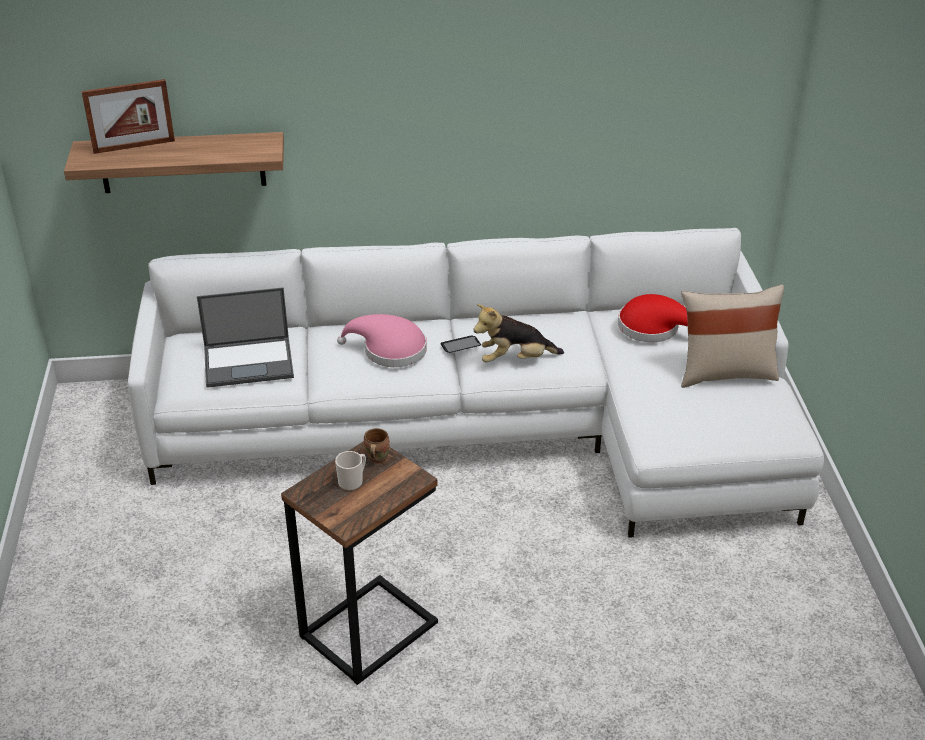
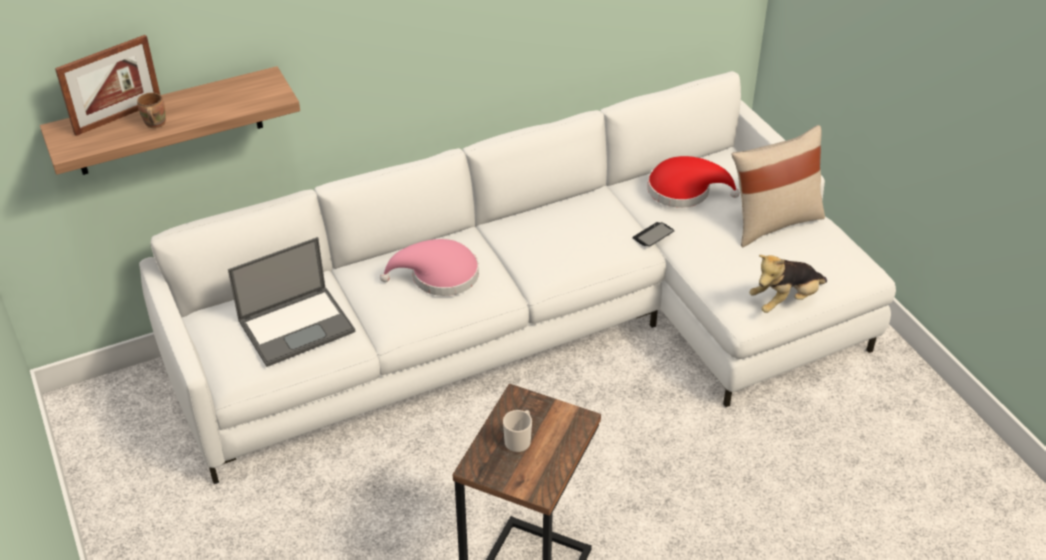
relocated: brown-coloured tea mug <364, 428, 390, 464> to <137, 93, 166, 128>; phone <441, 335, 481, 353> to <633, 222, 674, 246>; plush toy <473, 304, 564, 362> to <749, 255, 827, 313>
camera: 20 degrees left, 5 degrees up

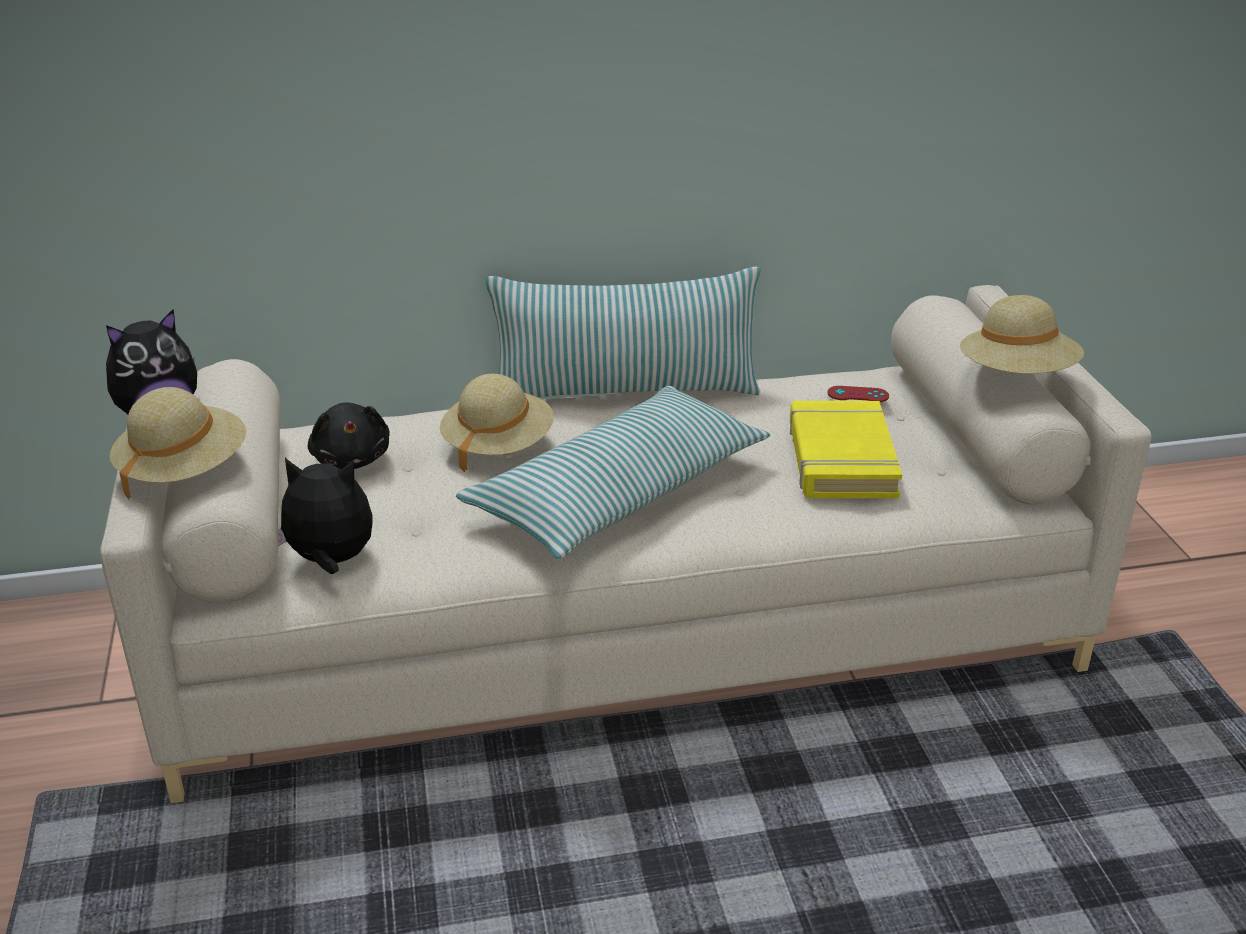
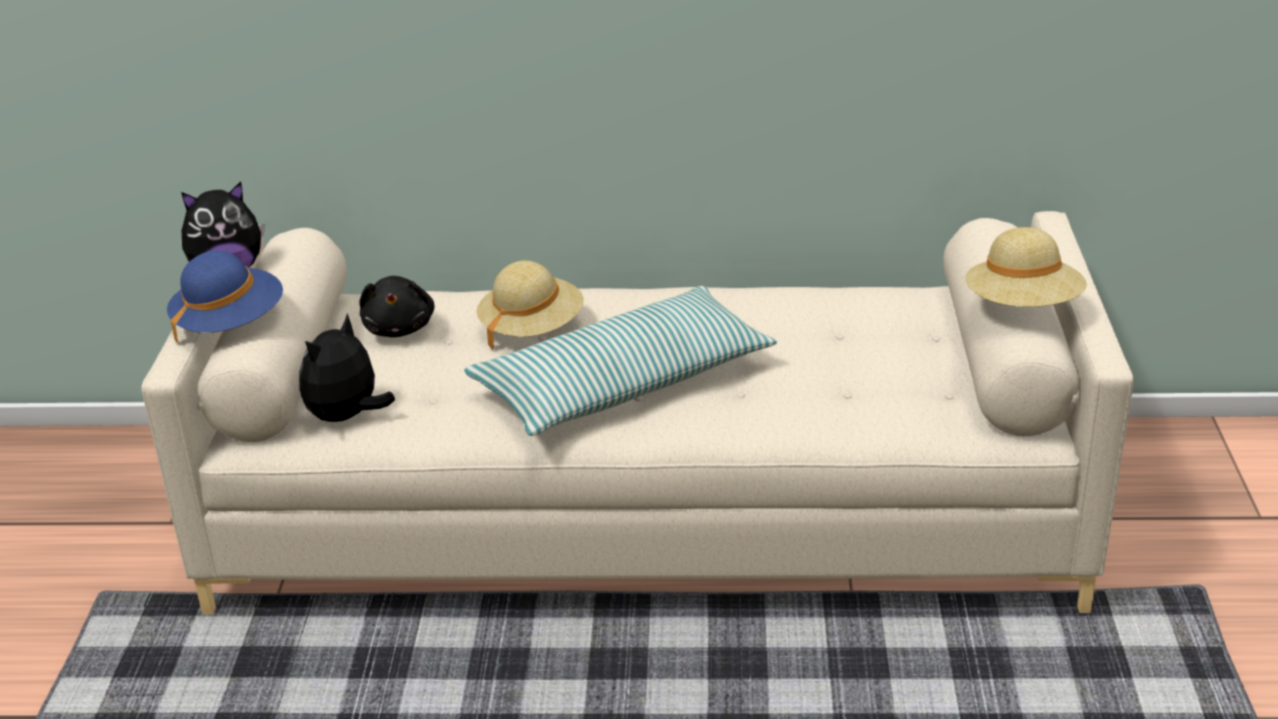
missing: cushion <486, 267, 761, 397>; yellow-coloured bound book <790, 401, 902, 498>; red-coloured gamepad <827, 386, 889, 402>
colour: beige wearable hat <110, 387, 246, 499> to blue wearable hat <167, 250, 283, 345>
spun: plush toy <278, 458, 372, 574> = <299, 313, 395, 423> 75 degrees counterclockwise
camera: 15 degrees right, 0 degrees up

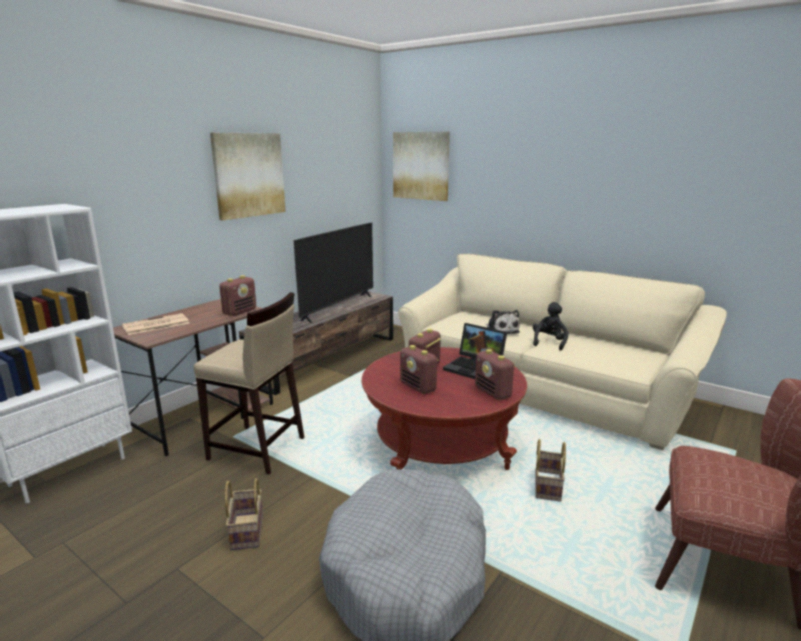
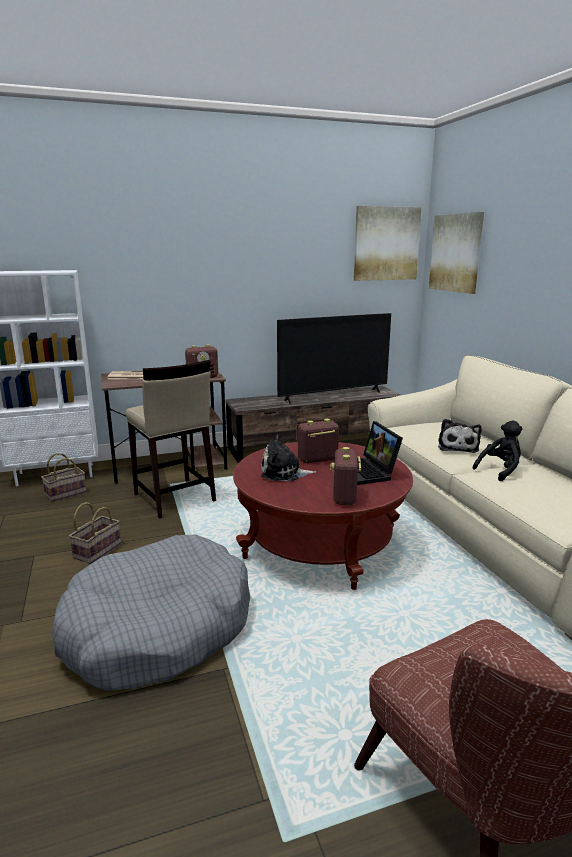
relocated: picture <210, 133, 285, 220> to <354, 206, 422, 281>; basket <535, 439, 566, 502> to <41, 453, 87, 502>
exchanged: radio <400, 345, 438, 394> to plush toy <261, 434, 316, 481>
camera: 35 degrees right, 0 degrees up

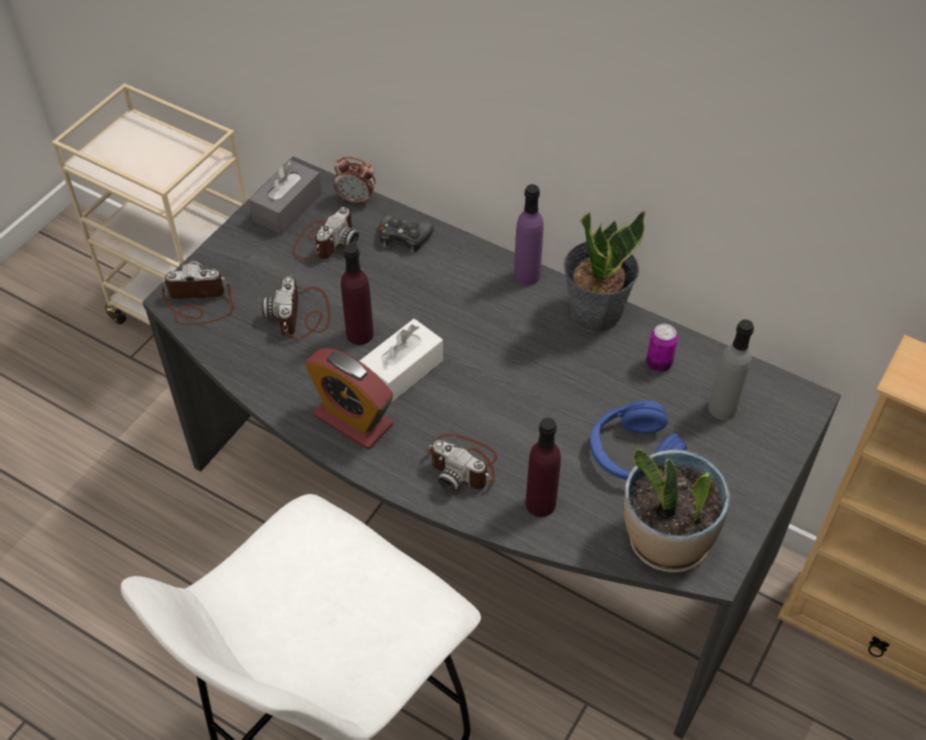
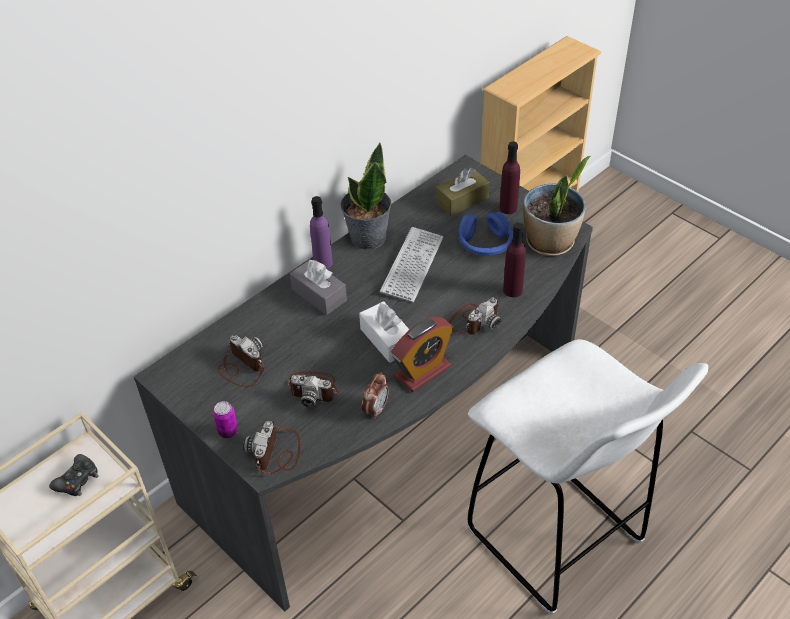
appeared: computer keyboard <380, 227, 443, 302>
relocated: gray box of tissues <249, 160, 322, 235> to <290, 259, 347, 315>; alarm clock <334, 157, 376, 205> to <362, 372, 389, 419>; purple-coloured drink bottle <341, 244, 374, 345> to <499, 141, 520, 214>; blackish gamepad <379, 214, 434, 253> to <49, 454, 99, 496>; sealed can <646, 324, 678, 372> to <213, 401, 238, 438>
exchanged: gray drink bottle <708, 319, 754, 420> to brown-coloured box of tissues <436, 168, 490, 216>
camera: 75 degrees left, 5 degrees down

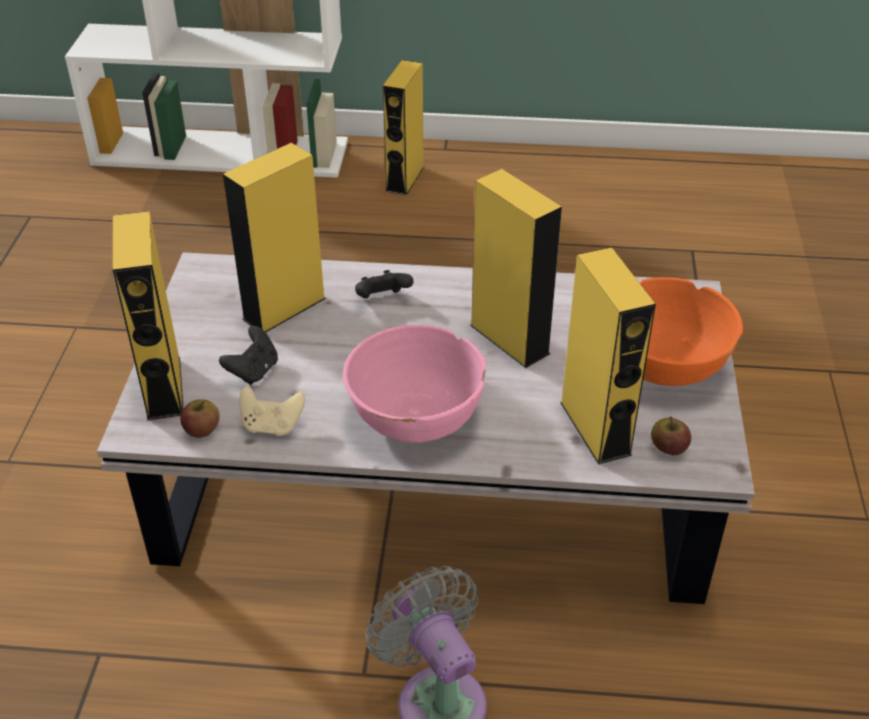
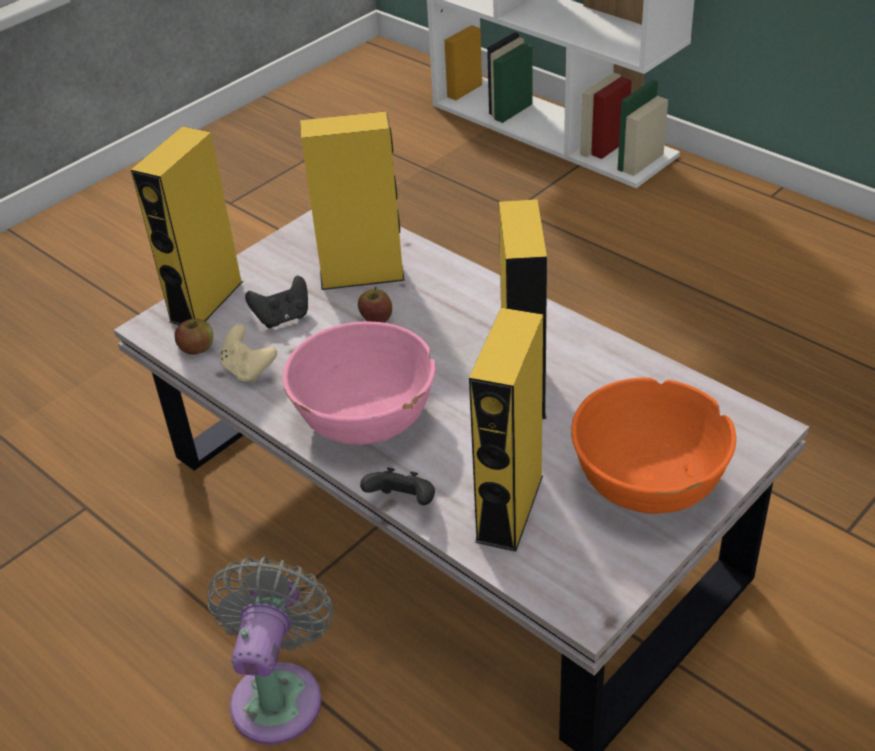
missing: yellow-coloured audio speaker <383, 60, 424, 195>
relocated: blackish gamepad <355, 270, 414, 299> to <360, 467, 435, 505>; apple <651, 417, 691, 455> to <358, 287, 392, 323>
camera: 40 degrees right, 0 degrees up

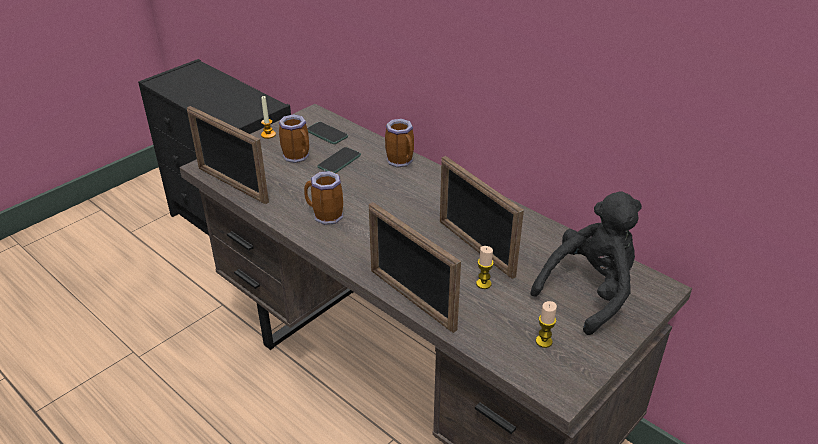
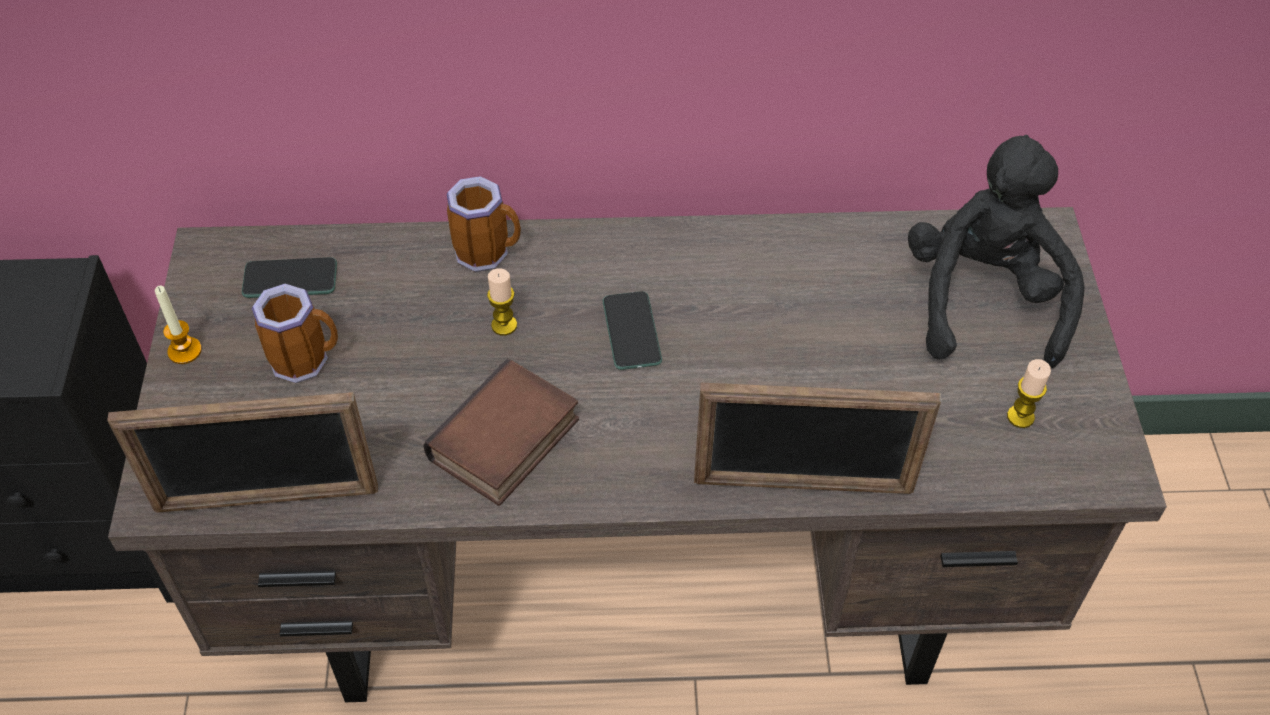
missing: picture frame <440, 156, 524, 279>
relocated: phone <317, 147, 361, 173> to <603, 291, 662, 370>; wax candle <476, 246, 494, 289> to <487, 268, 517, 336>
exchanged: tea mug <304, 171, 343, 225> to bound book <424, 358, 579, 506>
camera: 45 degrees left, 15 degrees up

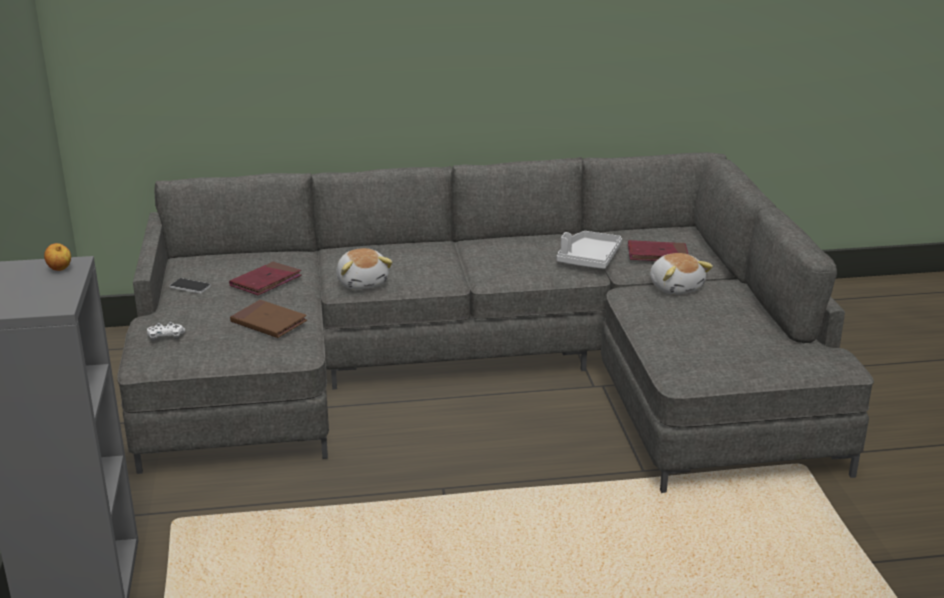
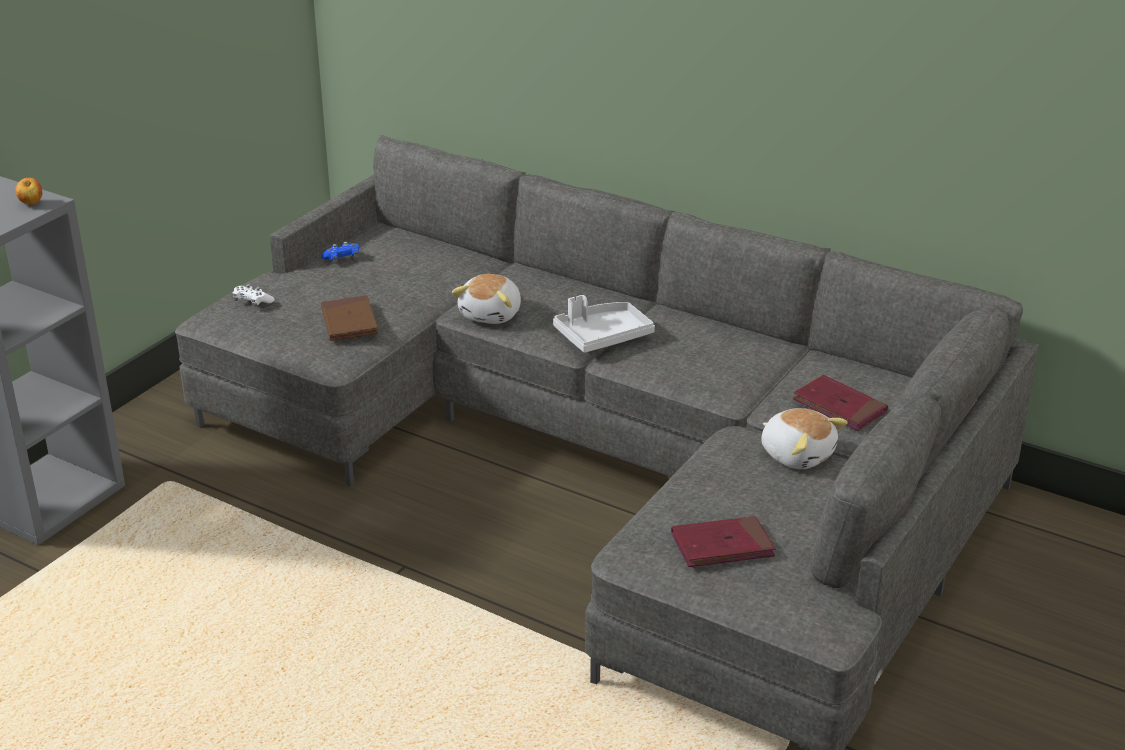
relocated: red-coloured bound book <229, 262, 302, 295> to <671, 516, 775, 567>; gray carrying tray <557, 231, 622, 269> to <553, 295, 655, 353>
exchanged: phone <170, 278, 211, 293> to blue gamepad <321, 242, 359, 263>
spun: plush toy <650, 253, 713, 295> = <761, 408, 848, 469> 60 degrees counterclockwise
camera: 40 degrees right, 5 degrees up

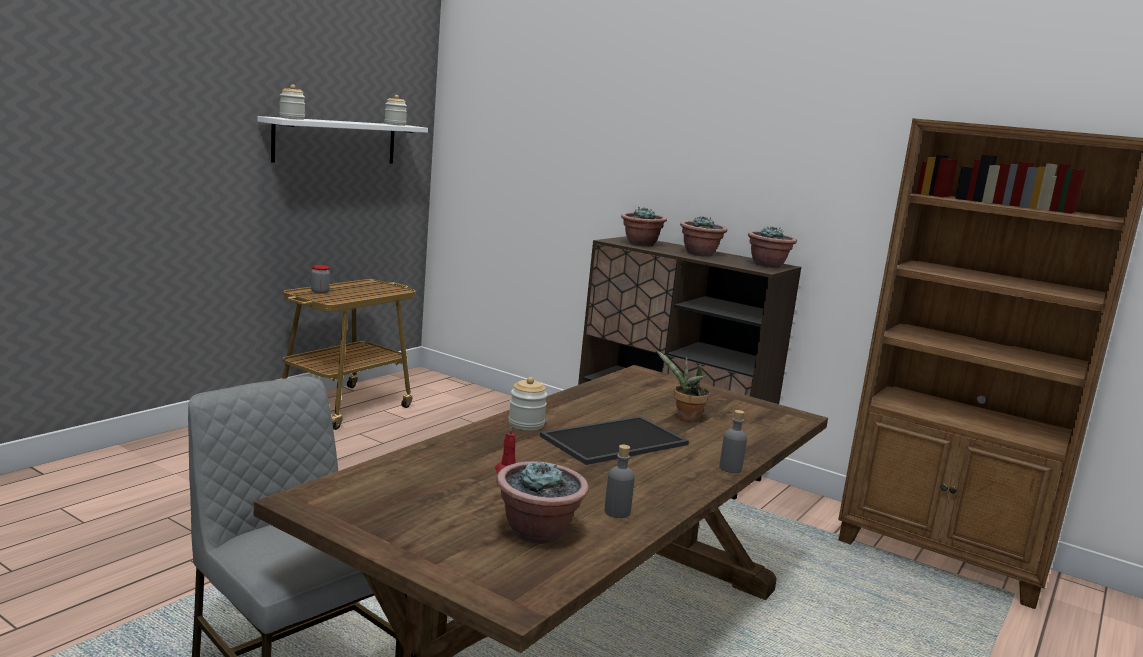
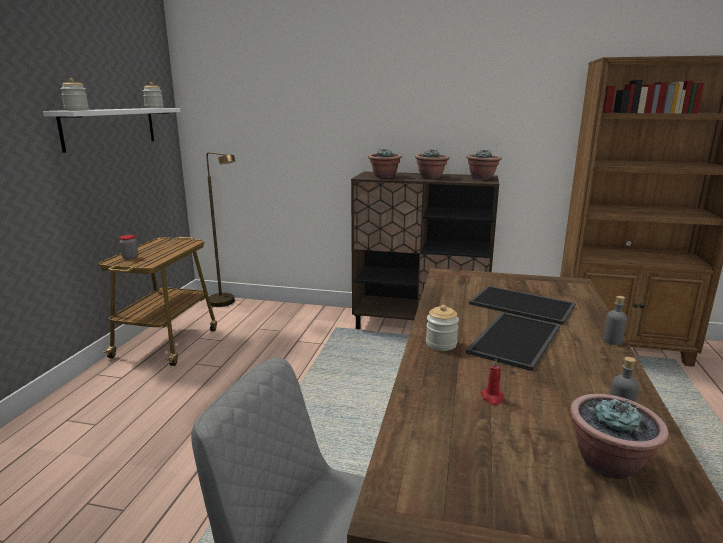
appeared: brown-coloured standing lamp <206, 152, 235, 307>
exchanged: plant in a pot <656, 350, 710, 422> to carrying tray <469, 286, 576, 325>
camera: 20 degrees left, 5 degrees up

